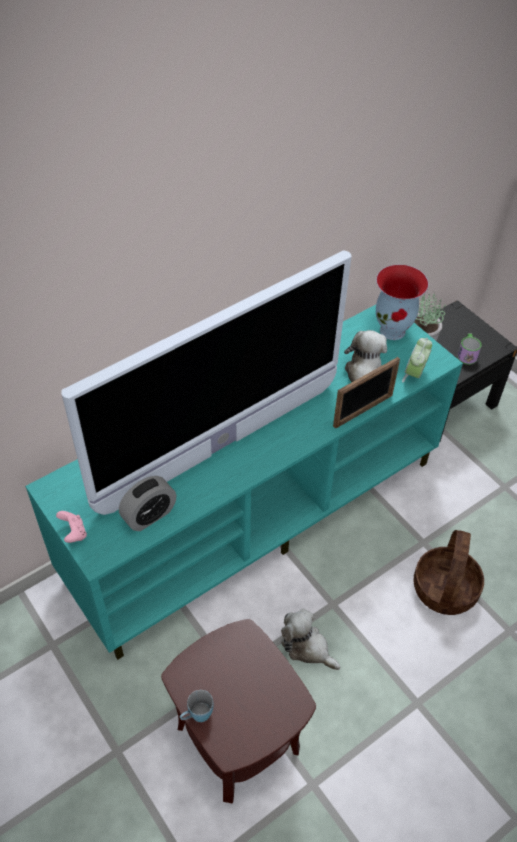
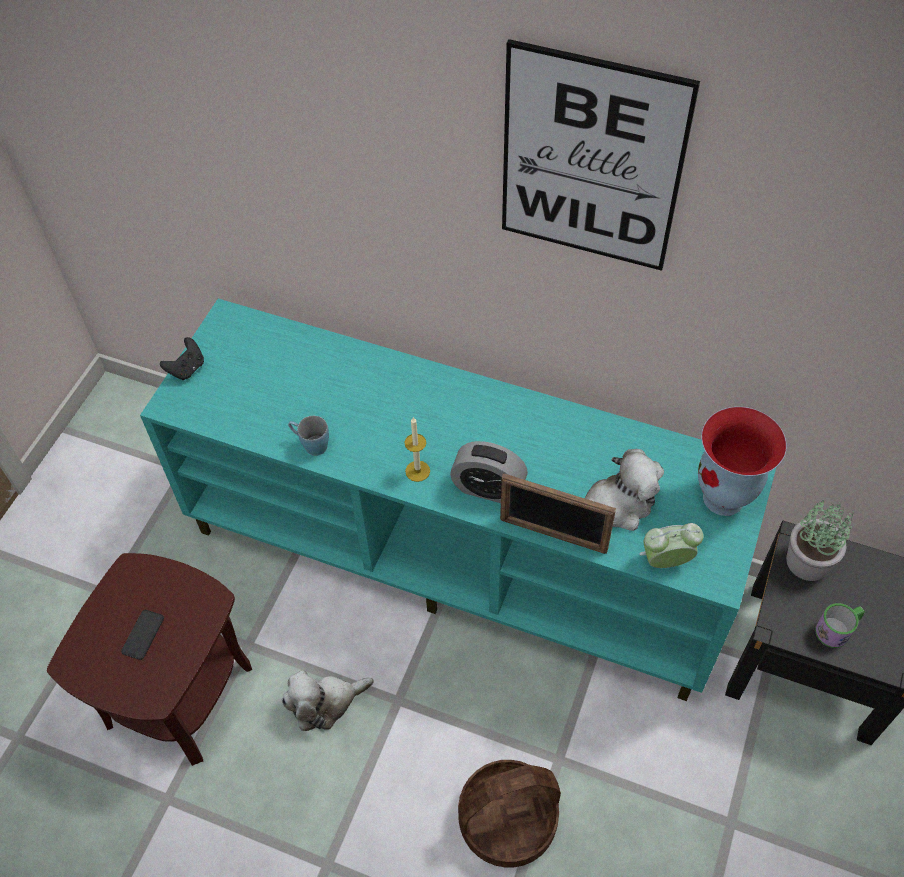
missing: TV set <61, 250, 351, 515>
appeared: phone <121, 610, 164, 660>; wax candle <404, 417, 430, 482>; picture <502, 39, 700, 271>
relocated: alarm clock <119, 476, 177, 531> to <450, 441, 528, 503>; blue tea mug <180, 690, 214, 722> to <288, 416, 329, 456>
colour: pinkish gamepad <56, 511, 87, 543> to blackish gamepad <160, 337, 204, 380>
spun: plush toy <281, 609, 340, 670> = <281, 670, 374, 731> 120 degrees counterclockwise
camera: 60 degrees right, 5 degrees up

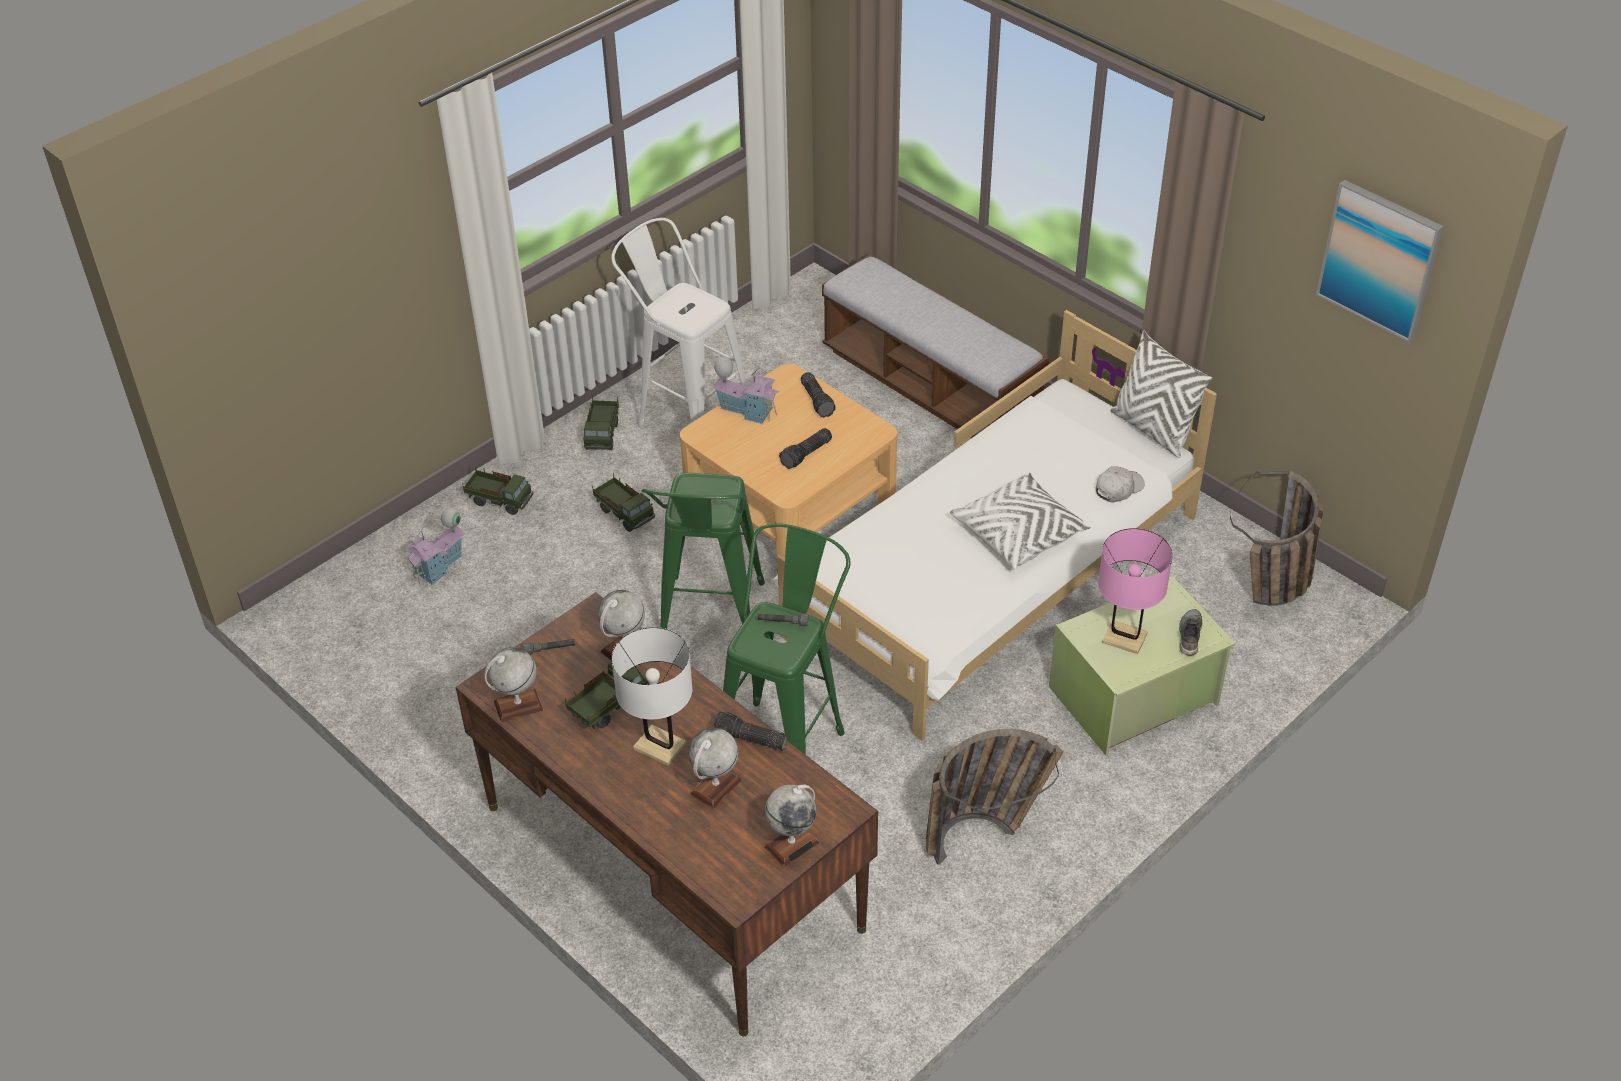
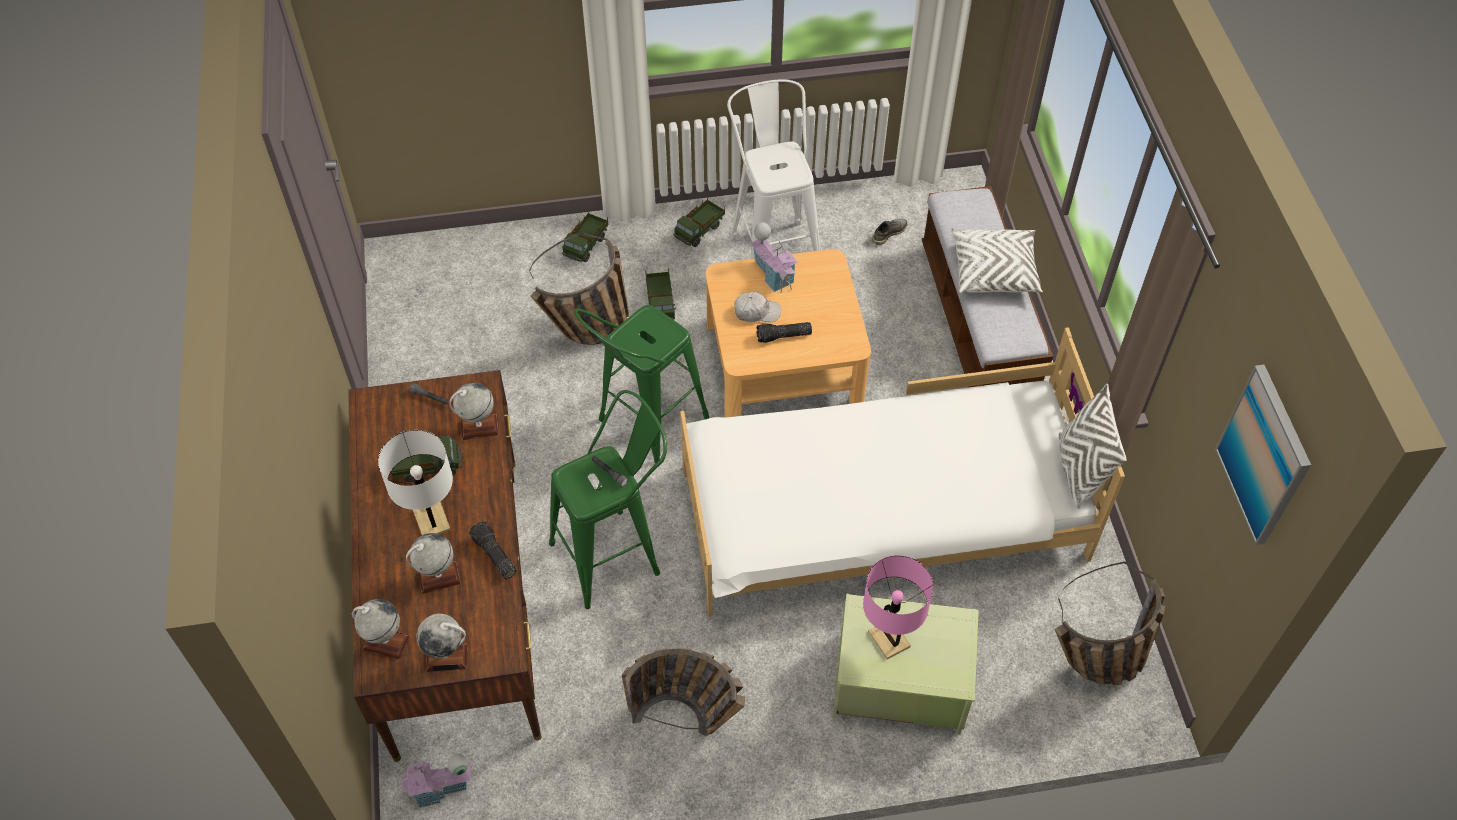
missing: hand torch <801, 372, 836, 417>
appeared: basket <529, 232, 629, 345>
relocated: miniature house <404, 508, 466, 585> to <400, 754, 471, 808>; desk globe <484, 647, 543, 722> to <352, 599, 410, 660>; white cushion <950, 473, 1091, 570> to <951, 228, 1043, 293>; white peaked cap <1096, 466, 1145, 502> to <734, 292, 781, 322>; gray shoe <1179, 609, 1202, 656> to <872, 218, 908, 245>
spun: toy lorry <462, 466, 534, 515> = <562, 211, 609, 262> 60 degrees clockwise
camera: 35 degrees right, 10 degrees up

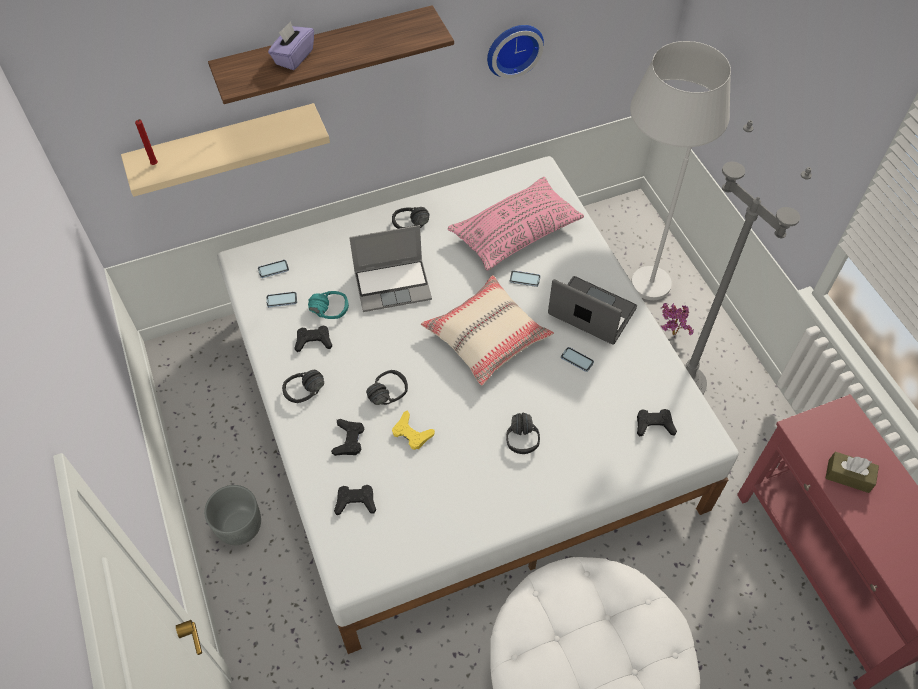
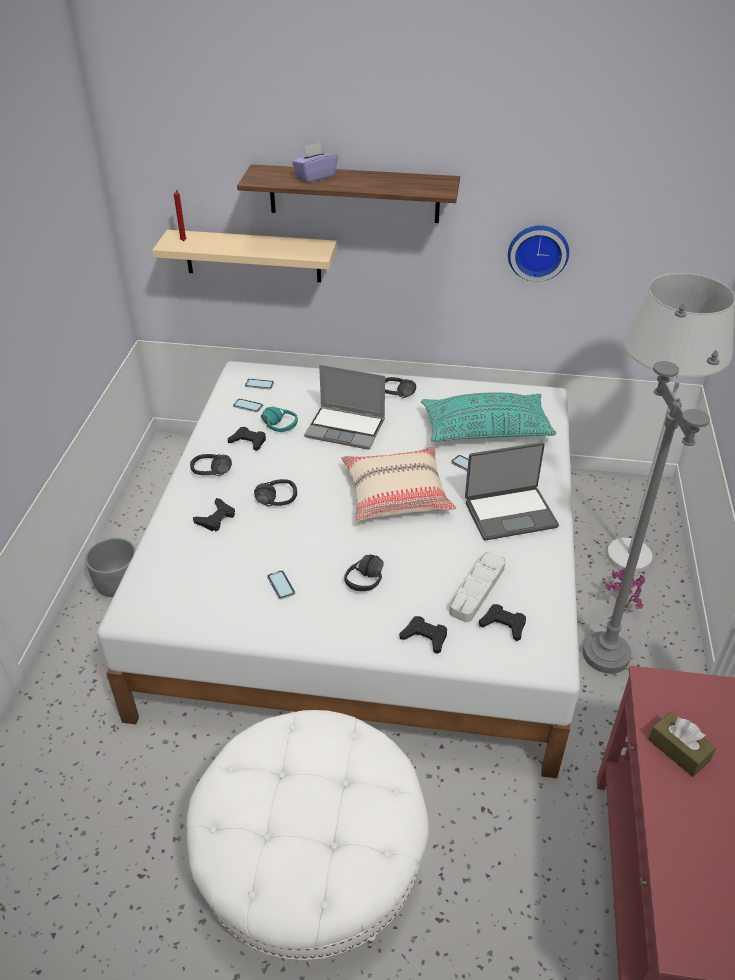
missing: yellow-coloured gamepad <392, 411, 435, 450>
appeared: gray carrying tray <449, 552, 505, 622>
relocated: blackish gamepad <334, 485, 376, 515> to <399, 616, 447, 654>; phone <561, 347, 594, 372> to <267, 570, 295, 599>
colour: pinkish cushion <448, 177, 584, 271> to turquoise-coloured cushion <421, 392, 556, 442>
spun: notebook computer <548, 276, 637, 345> = <465, 442, 559, 541> 105 degrees clockwise
camera: 30 degrees right, 15 degrees down

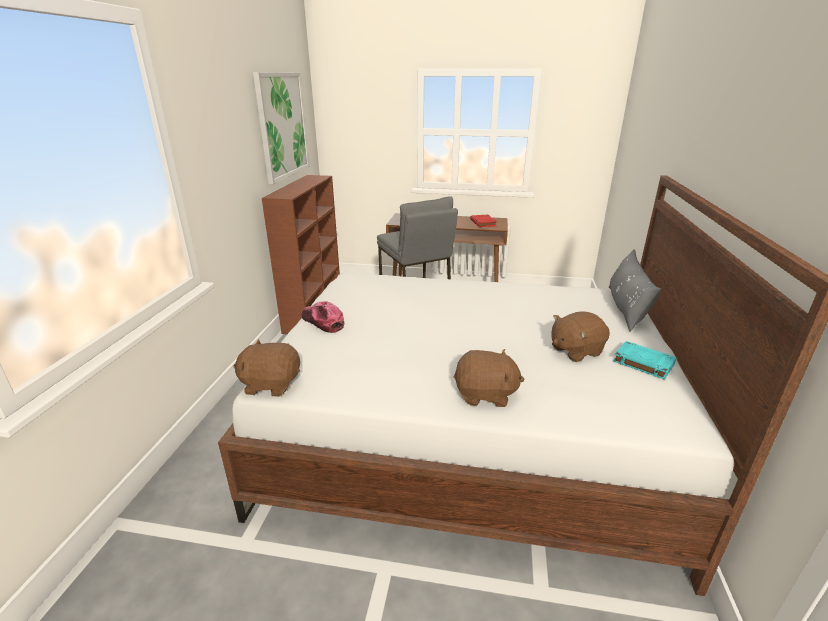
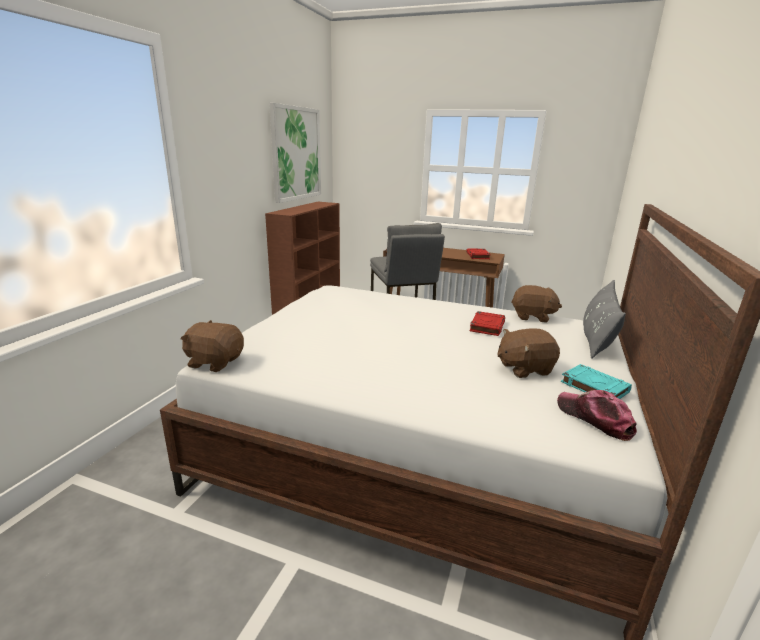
appeared: red-coloured bound book <470, 311, 505, 336>
relocated: peaked cap <302, 301, 344, 333> to <557, 390, 637, 441>; brown-coloured plush toy <454, 349, 525, 407> to <511, 285, 562, 323>
camera: 10 degrees right, 5 degrees down

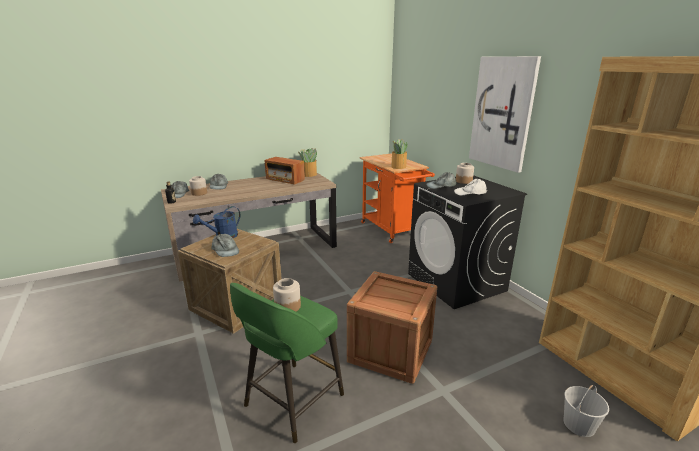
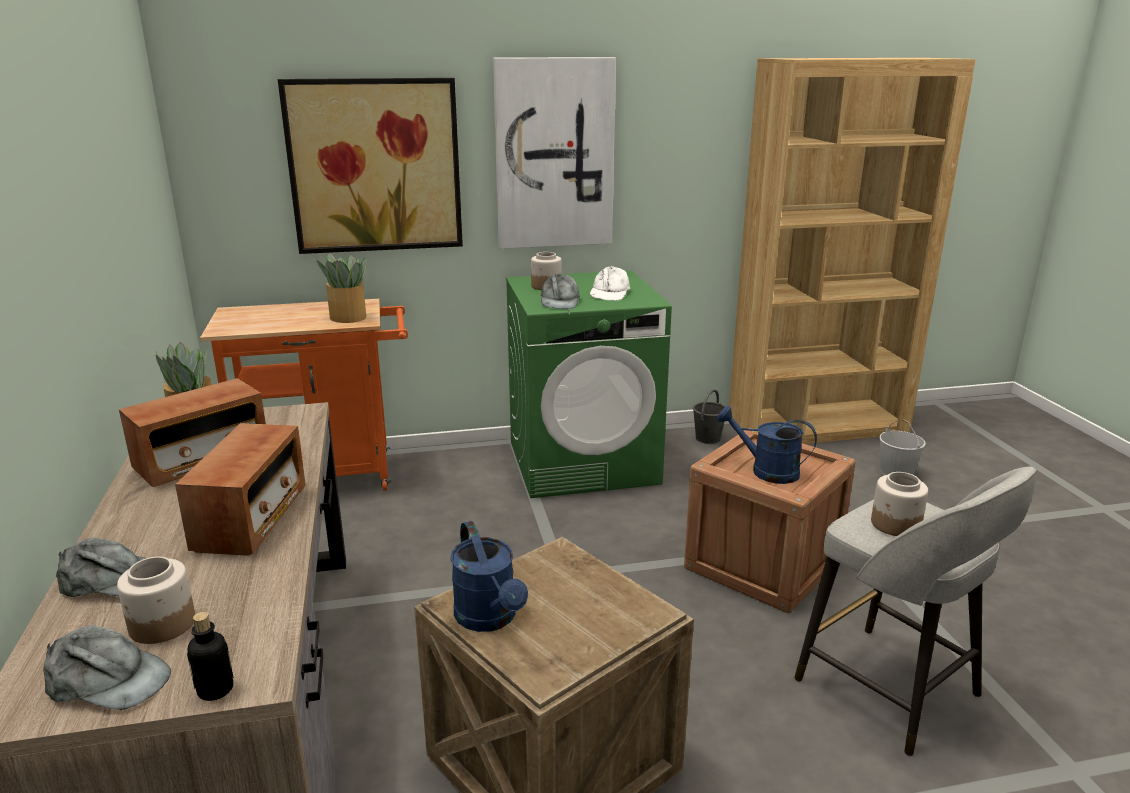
missing: gray peaked cap <211, 234, 239, 257>
appeared: radio <175, 423, 306, 556>; picture <278, 78, 463, 254>; gray pail <693, 389, 726, 444>; blue sprinkling can <717, 406, 817, 484>
colour: green stool <230, 283, 344, 443> to gray stool <794, 467, 1036, 756>; blackish laundry machine <408, 175, 527, 309> to green laundry machine <506, 270, 672, 498>
camera: 75 degrees left, 0 degrees up

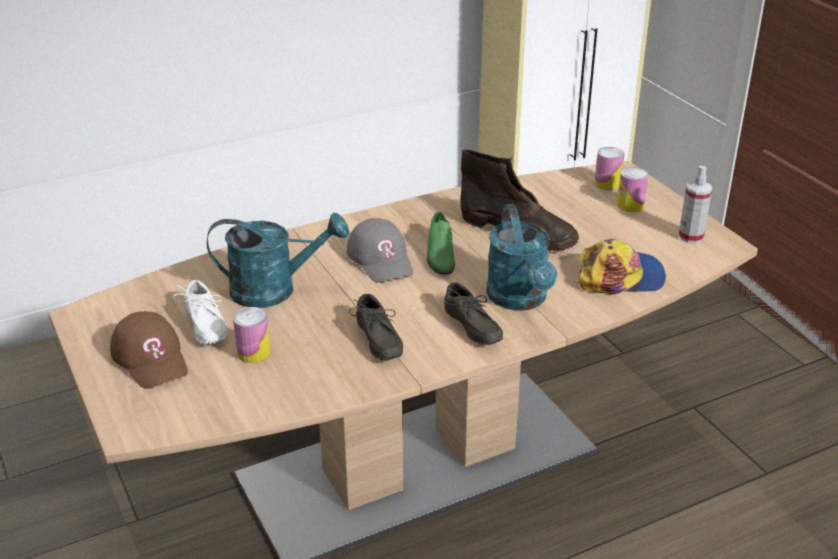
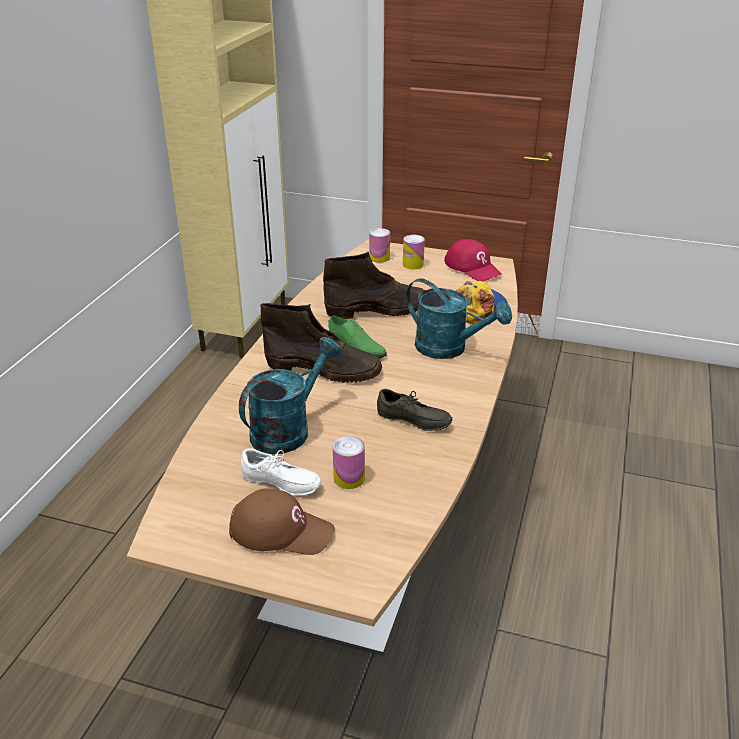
missing: gray shoe <444, 282, 503, 345>
exchanged: gray peaked cap <347, 218, 413, 283> to brown-coloured high-top boot <260, 303, 382, 383>; spray bottle <679, 166, 713, 244> to red-coloured peaked cap <444, 239, 502, 281>
camera: 45 degrees left, 0 degrees up

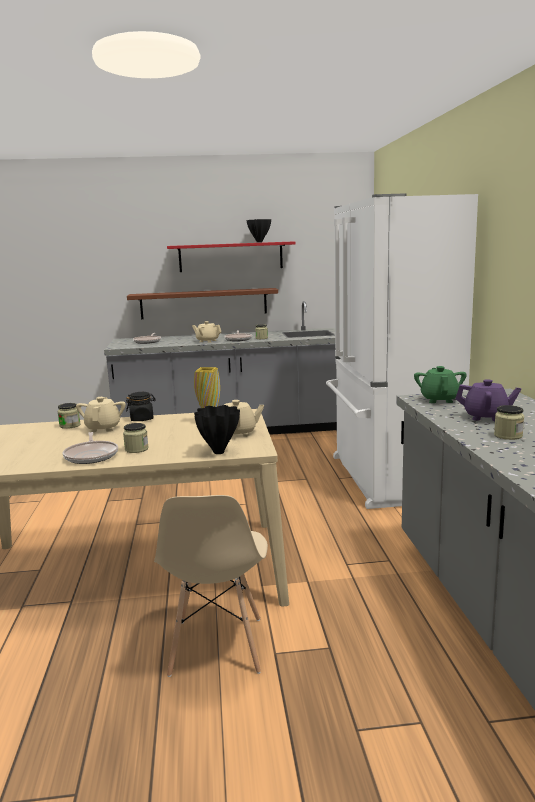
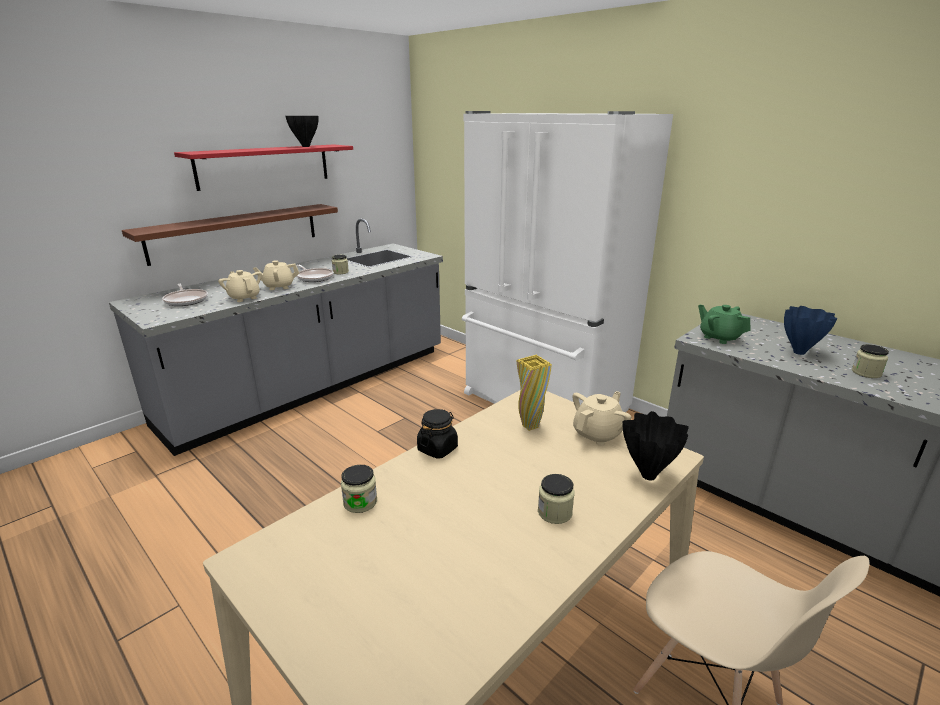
missing: frying pan <63, 432, 118, 464>
relocated: beige pot for tea <76, 397, 126, 432> to <218, 270, 262, 302>
exchanged: purple-coloured pot for tea <455, 379, 521, 421> to blue flower vase <784, 306, 837, 355>
camera: 40 degrees left, 10 degrees up

